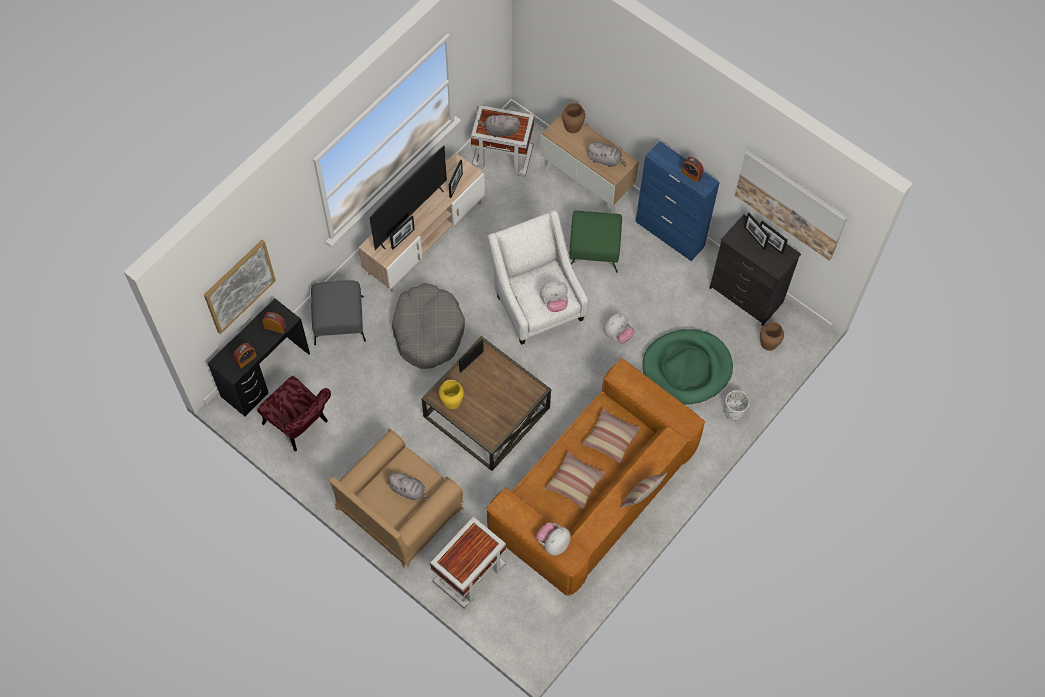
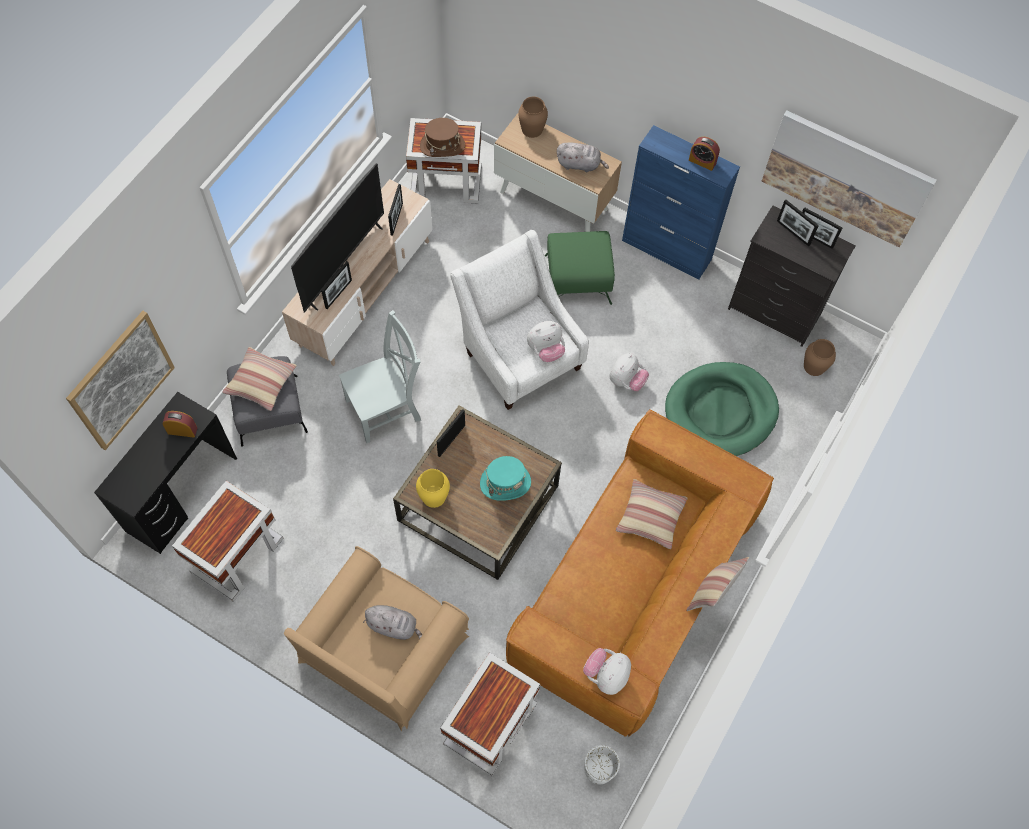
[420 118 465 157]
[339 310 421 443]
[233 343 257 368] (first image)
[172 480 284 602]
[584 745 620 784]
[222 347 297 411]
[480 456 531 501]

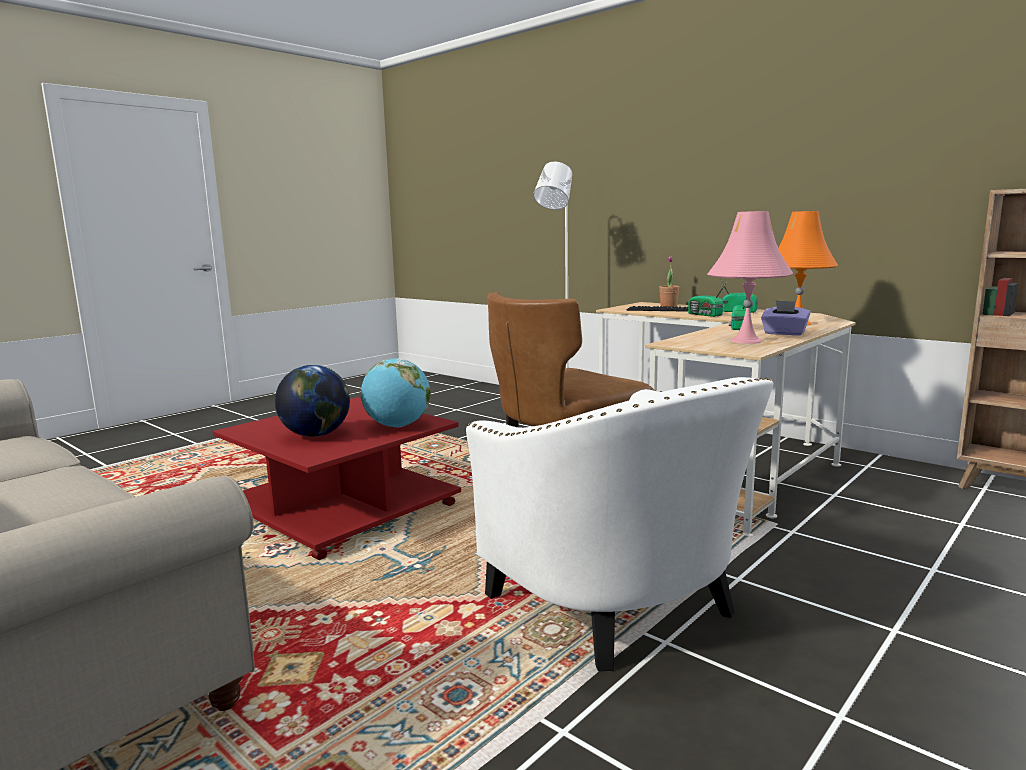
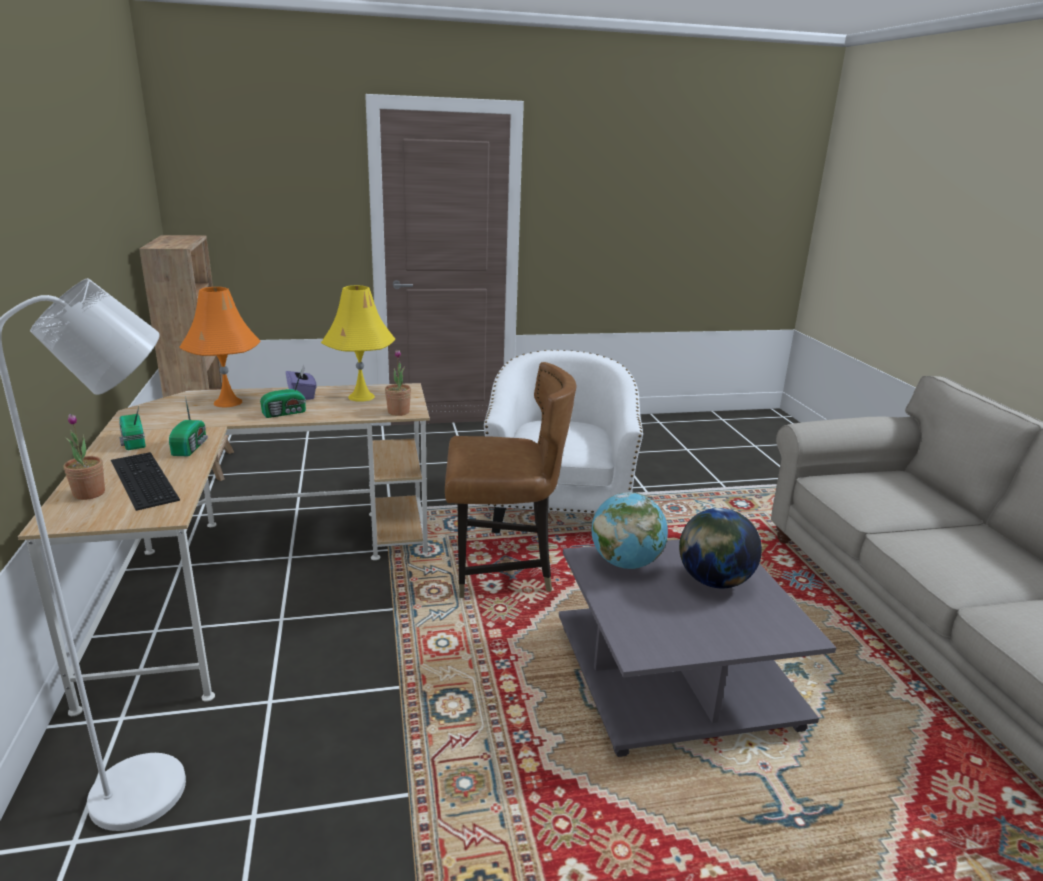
[321 285 395 402]
[559 539 836 757]
[385 350 411 416]

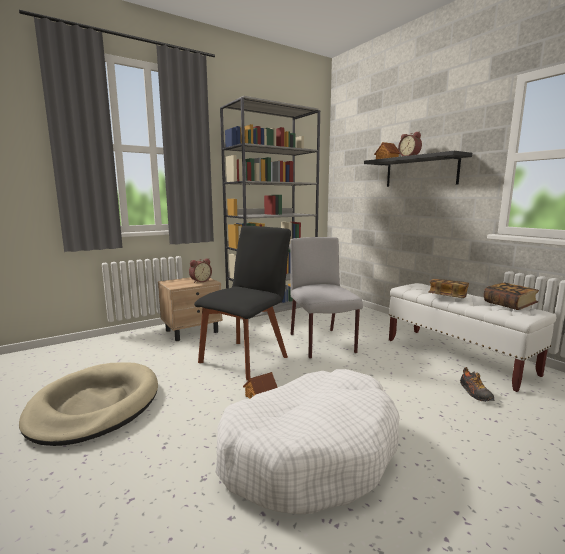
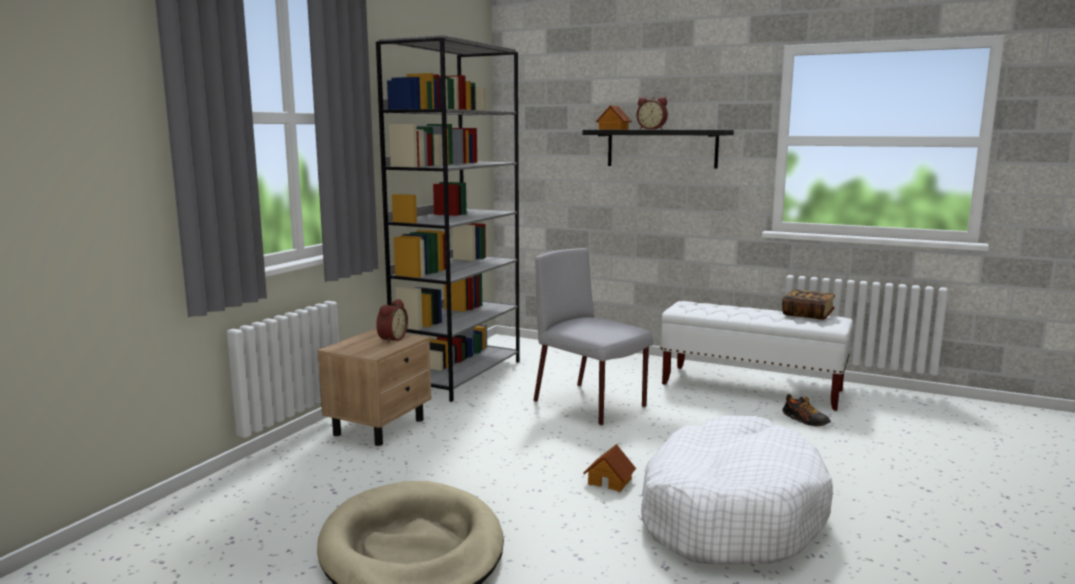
[194 226 291 380] (first image)
[429 279 469 298] (first image)

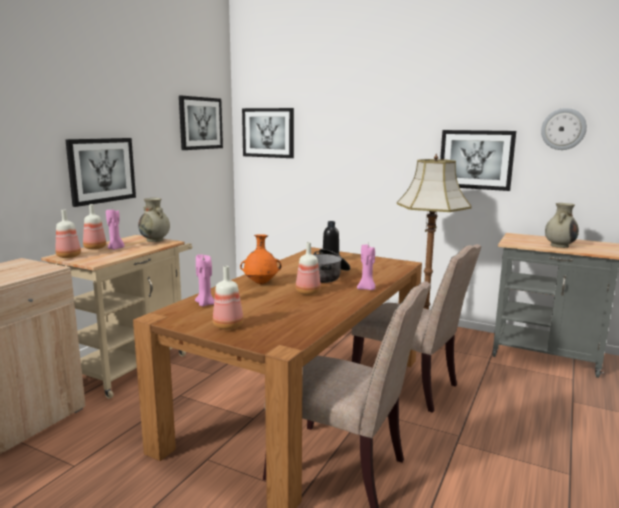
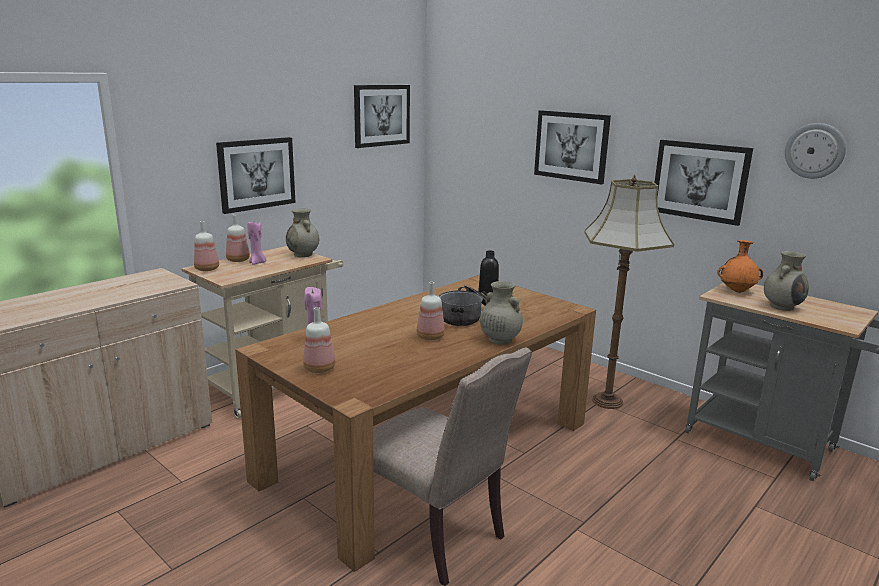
[534 110 611 184]
[717 240 763 293]
[352 244 481 413] (first image)
[480 281 523 345]

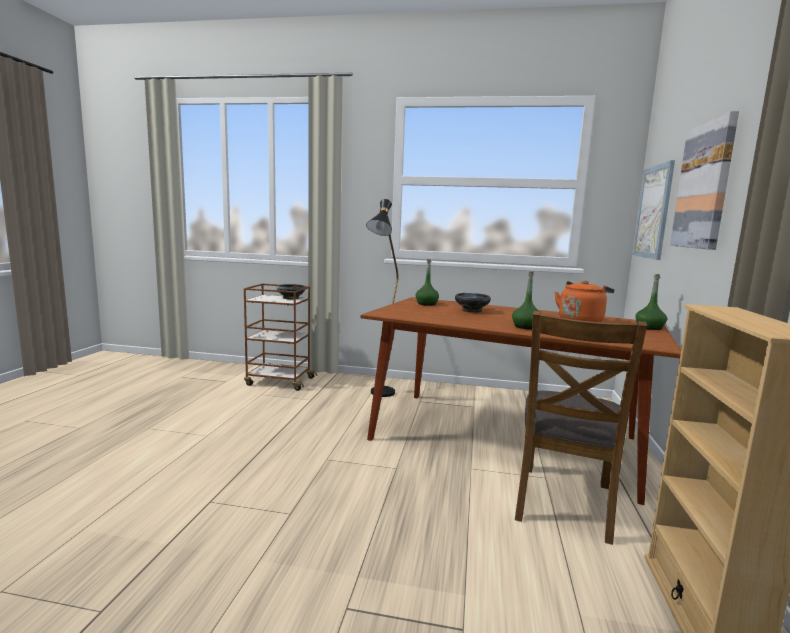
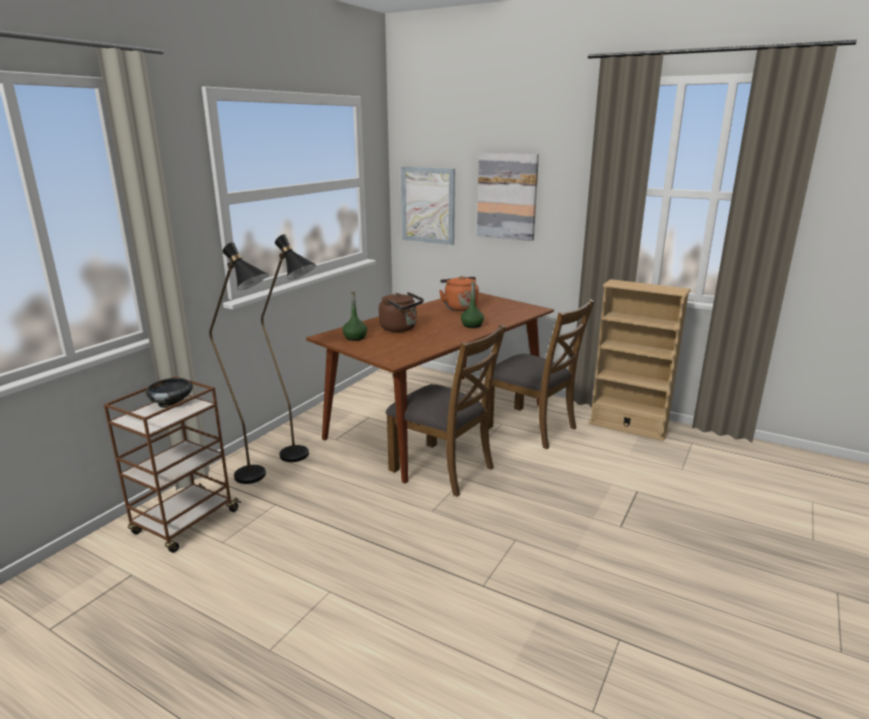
[635 274 667 330] (first image)
[379 292 424 332]
[209 242 268 484]
[386 324 506 497]

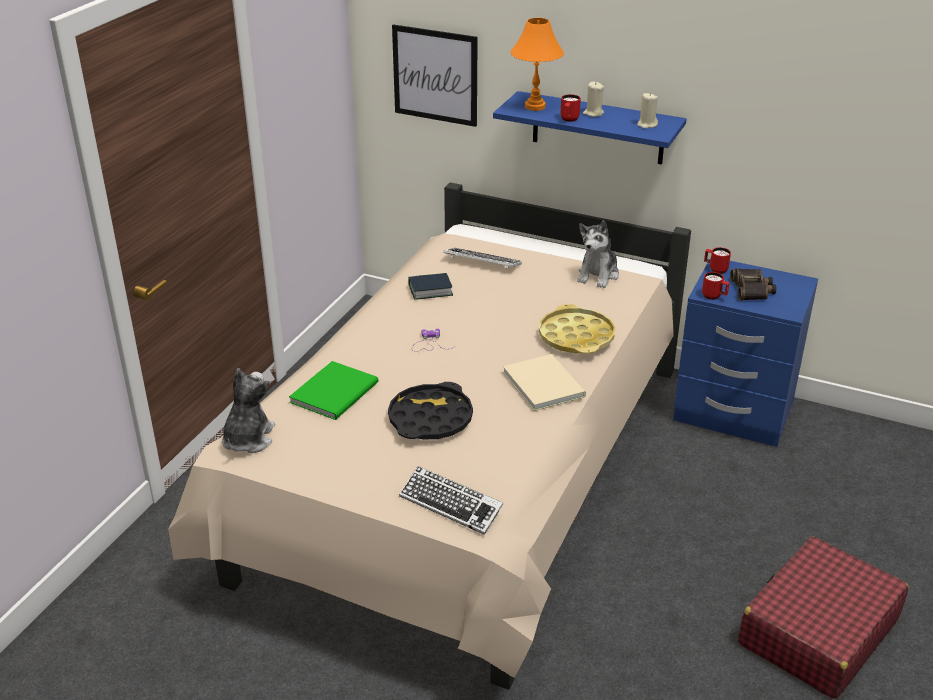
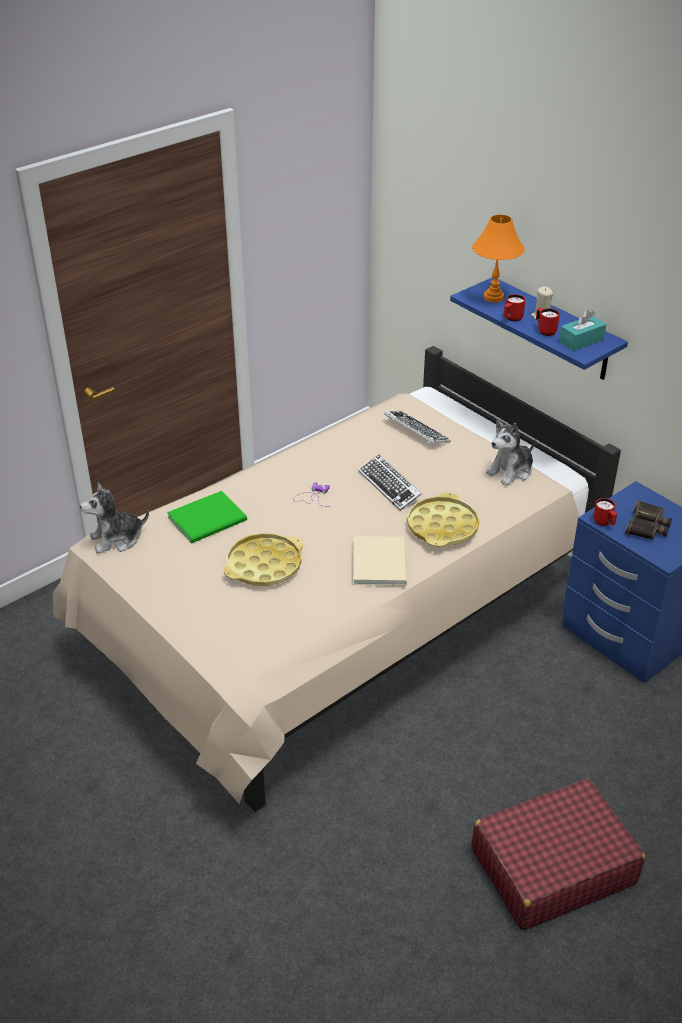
[392 24 478 127] (first image)
[559 310 606 351]
[536 308 560 336]
[408 273 453 300] (first image)
[80 482 149 553]
[224 533 303 586]
[359 455 422 511]

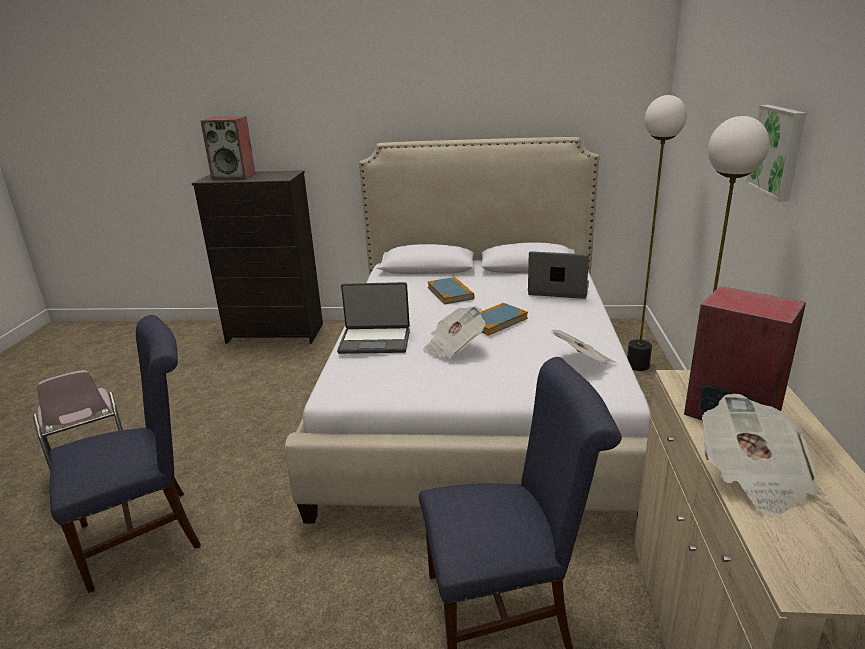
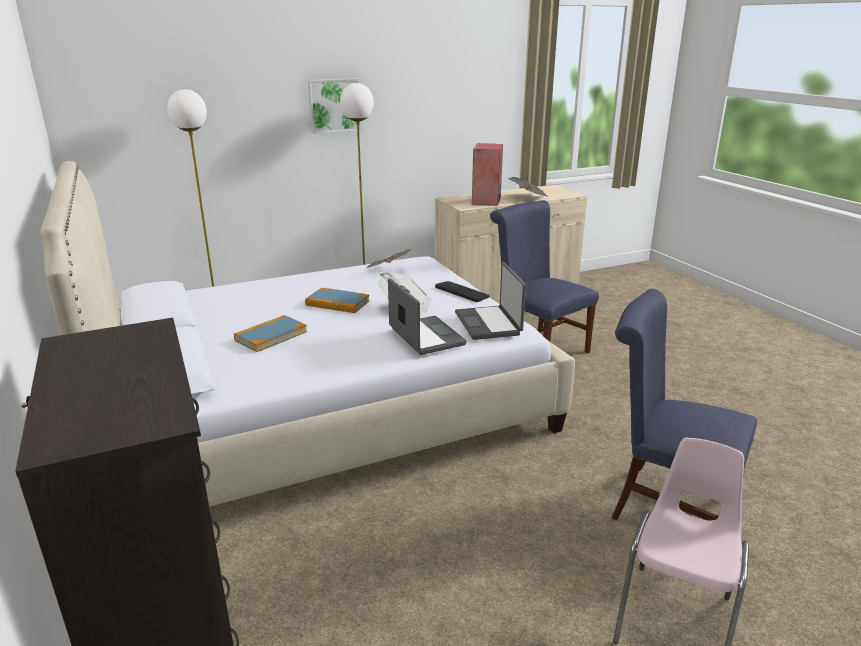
[201 117 255 180] (first image)
[455 262 526 340]
[435 281 490 302]

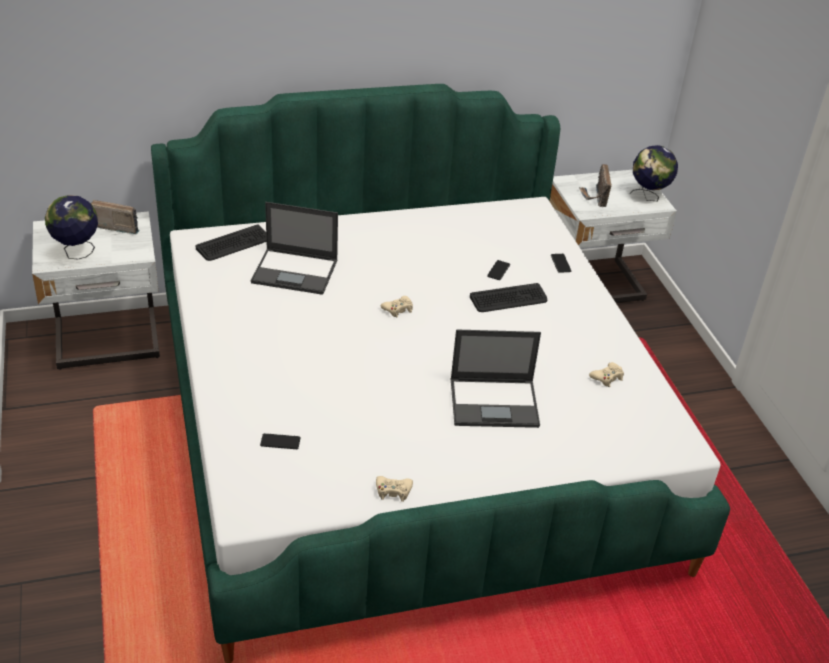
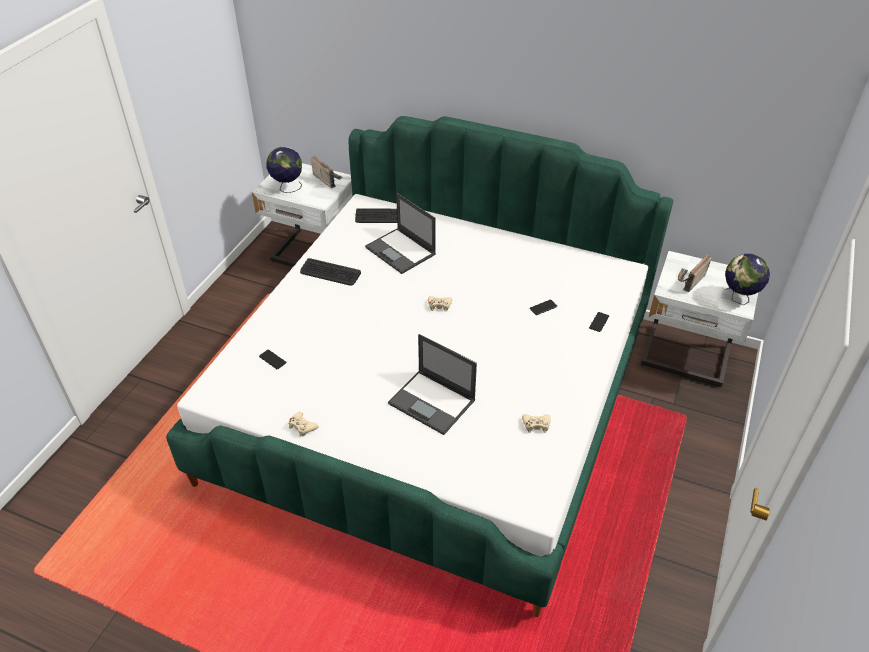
[300 258 361 286]

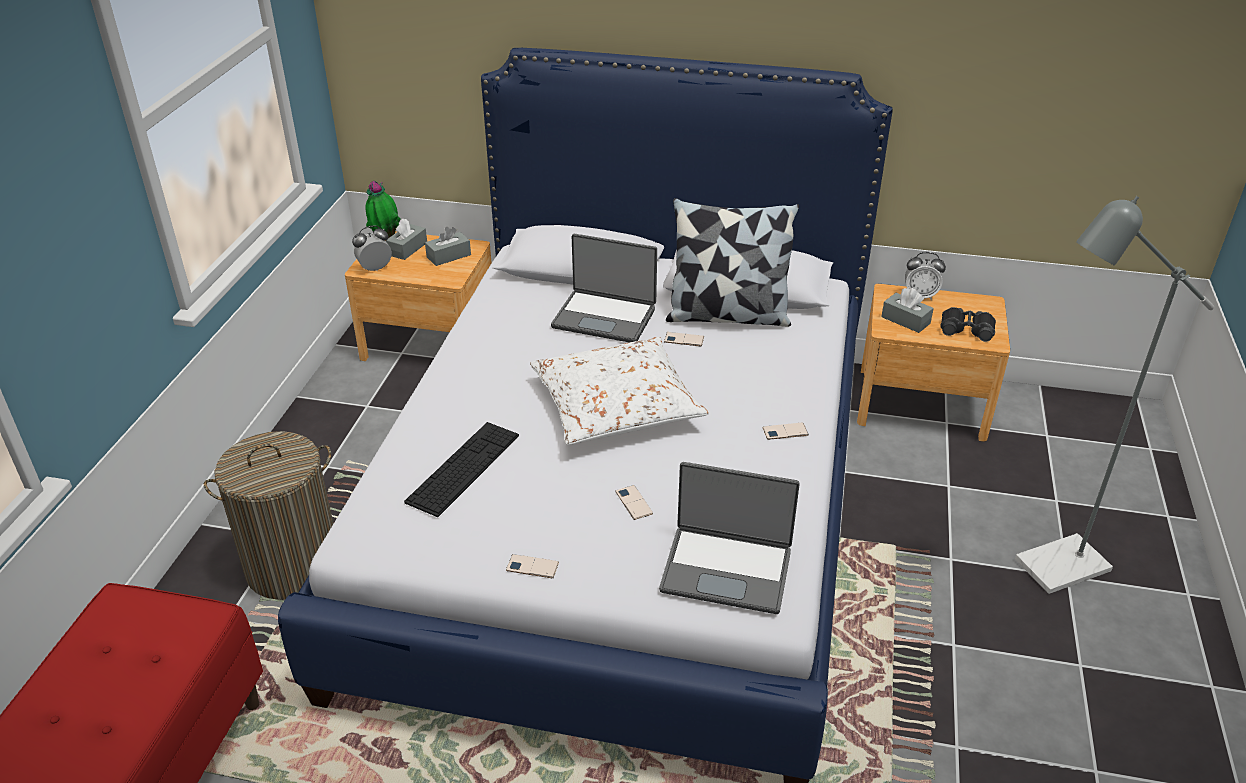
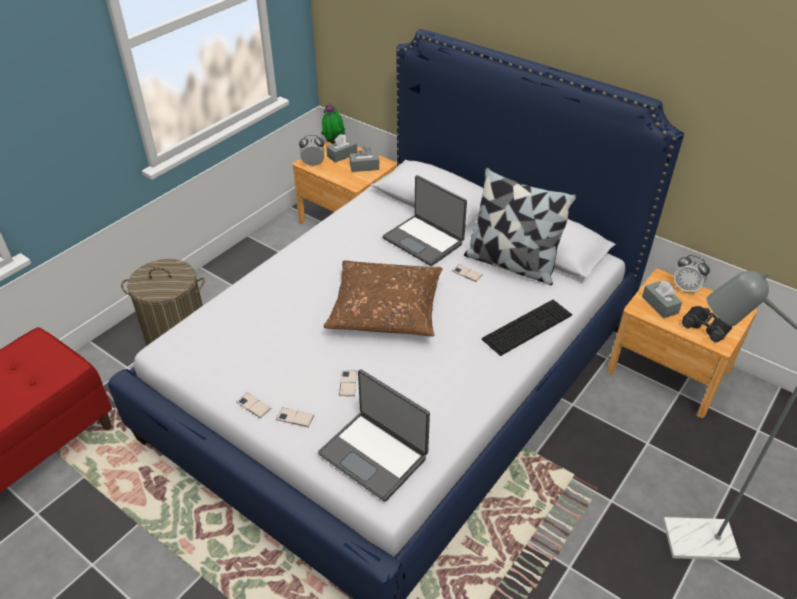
[324 260 442 337]
[482 300 572 356]
[276 407 314 427]

